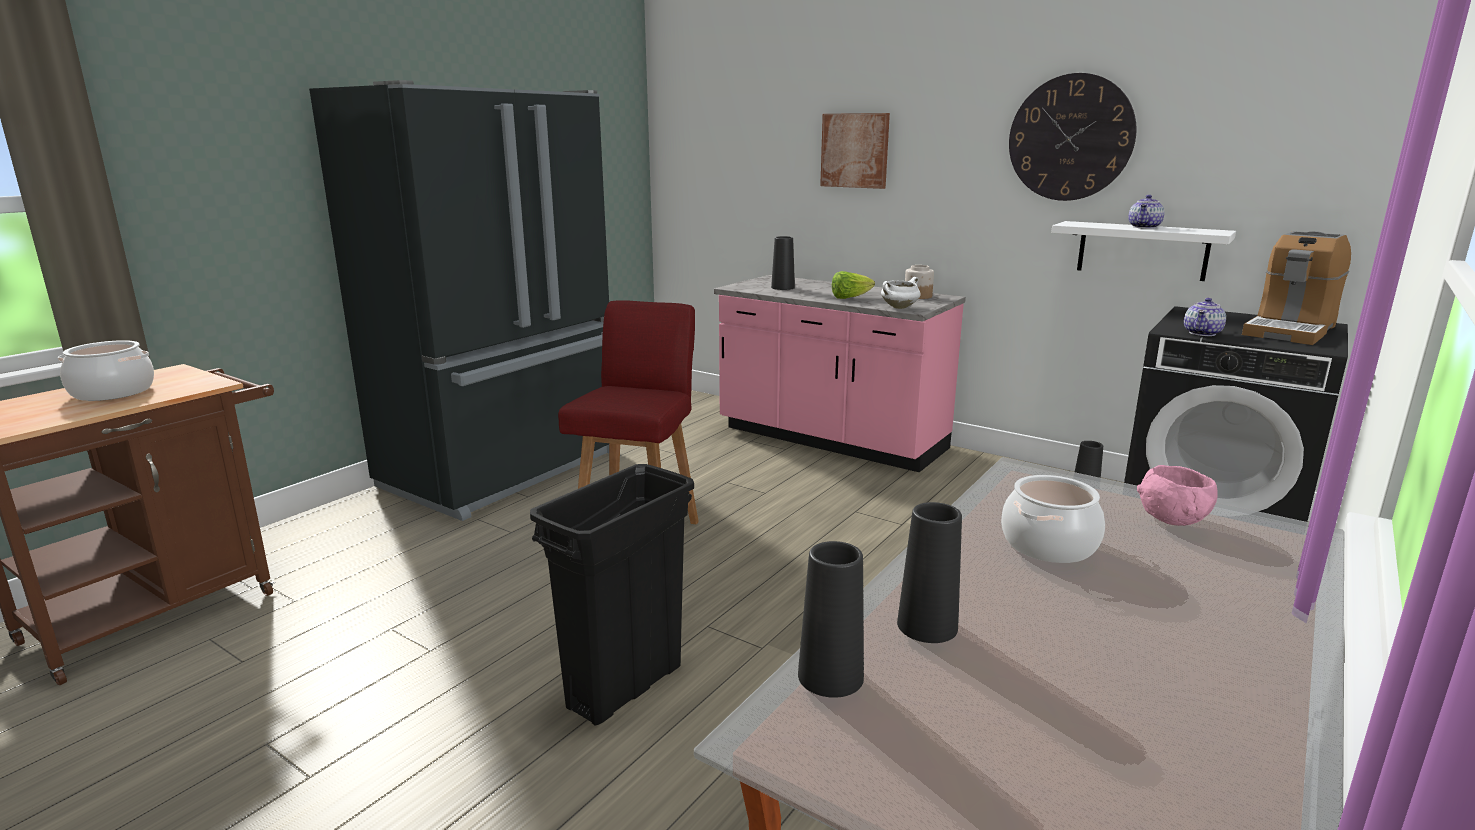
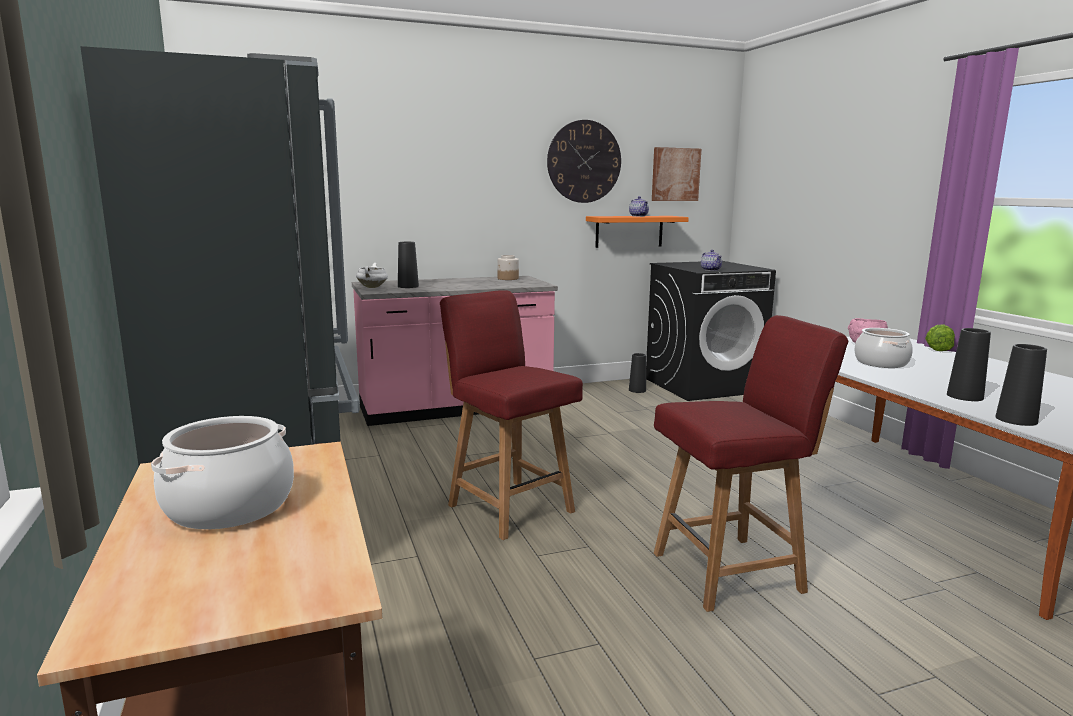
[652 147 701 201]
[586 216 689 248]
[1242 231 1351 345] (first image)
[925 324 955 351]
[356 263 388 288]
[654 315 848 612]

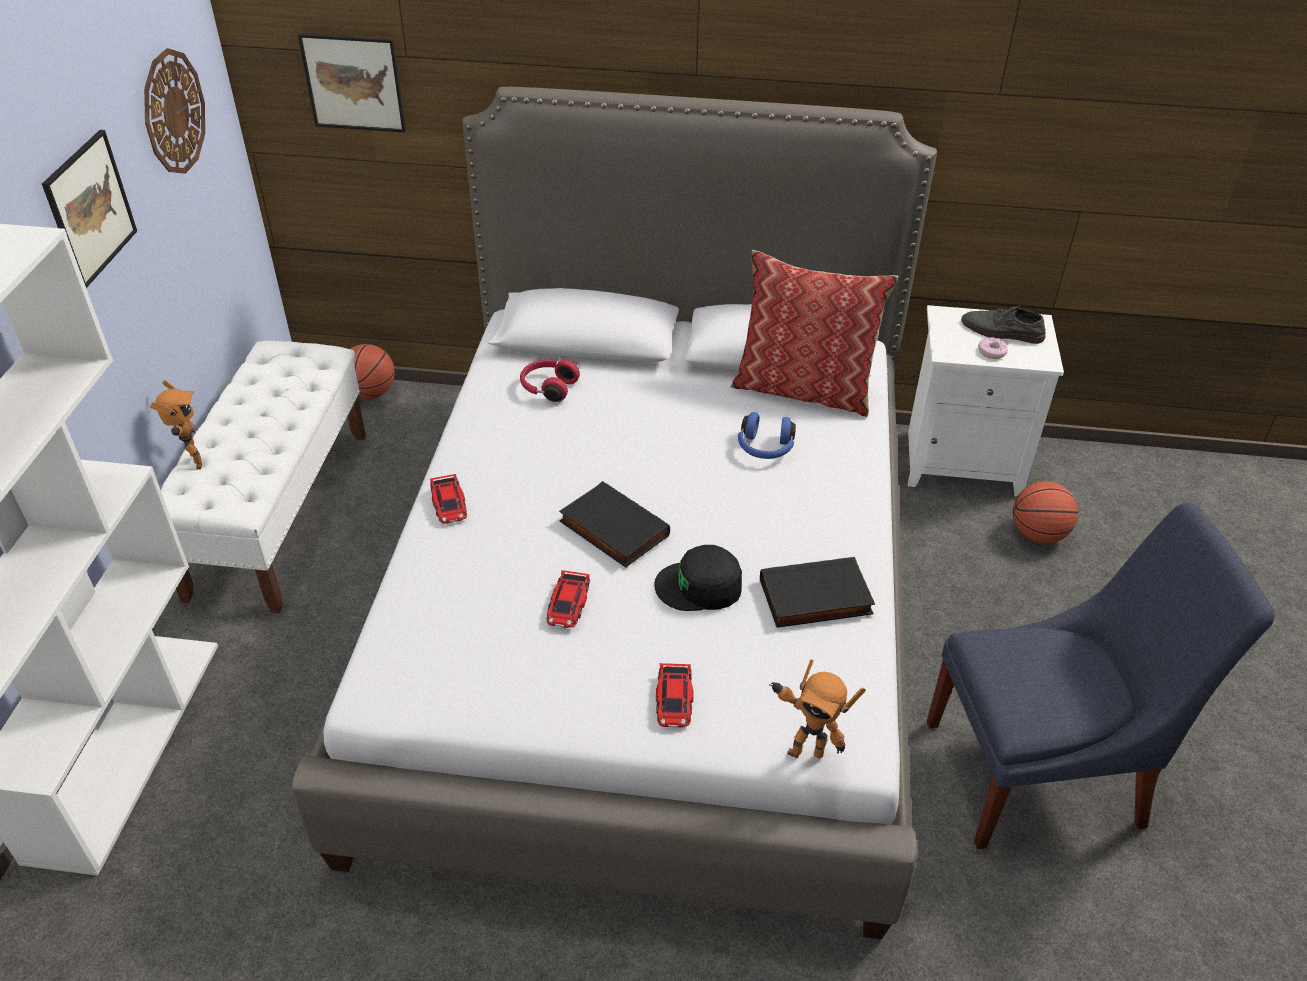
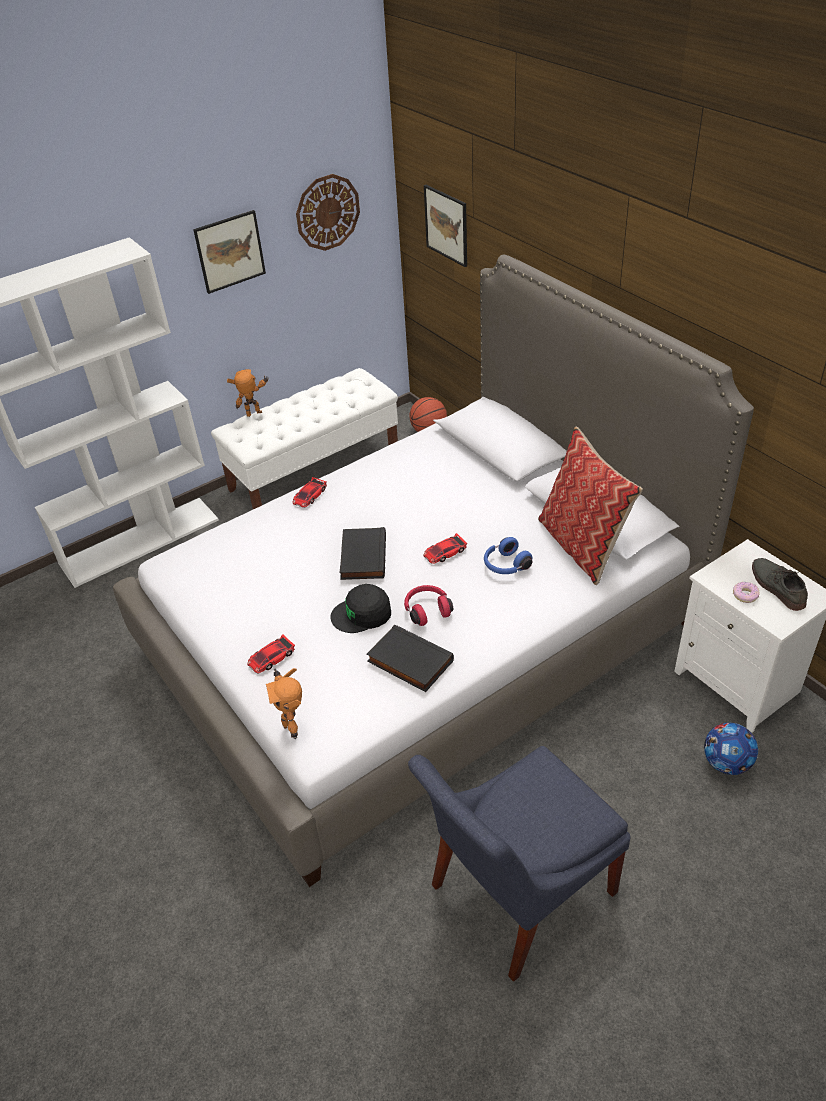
[404 585 453 626]
[227 369 269 417]
[704 723 758 775]
[408 746 631 981]
[330 584 391 633]
[423 533 467 564]

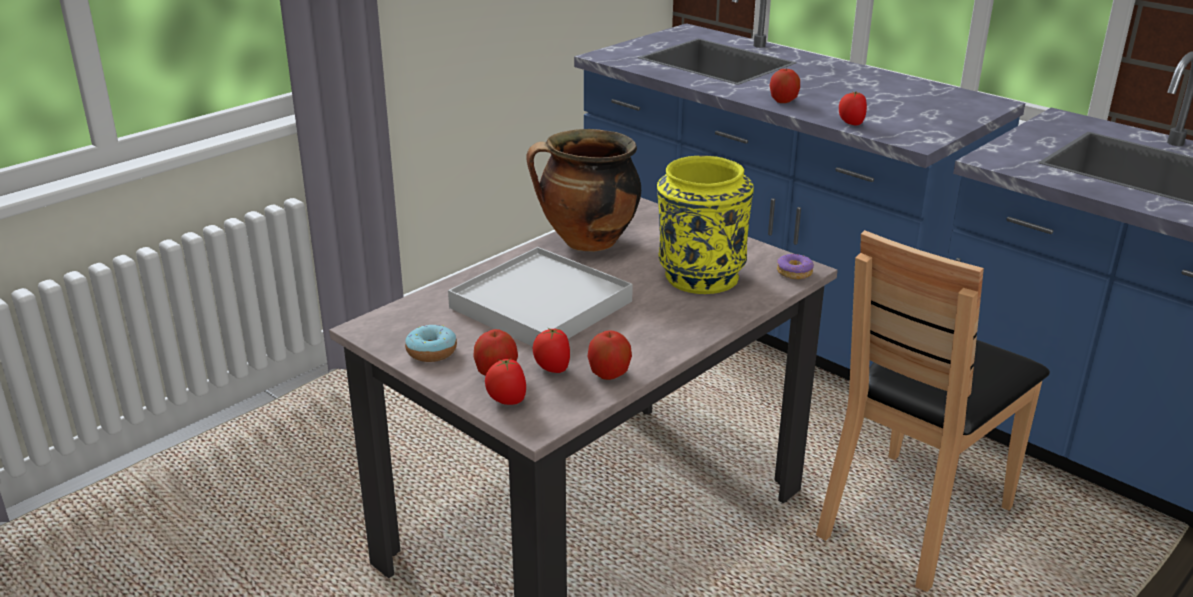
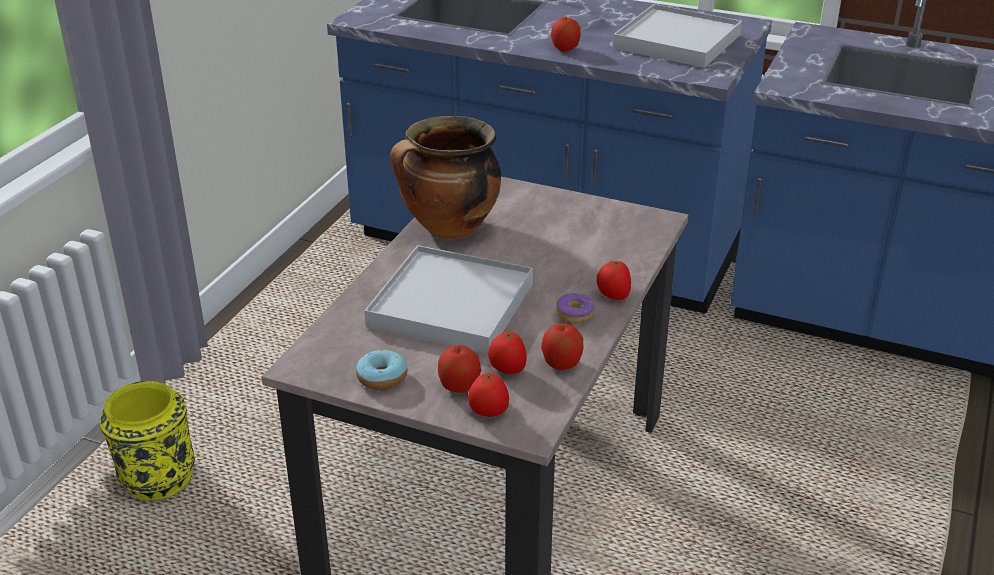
[597 260 631 300]
[100 381 195 501]
[816 230 1050 592] (first image)
[556 293 595 323]
[613 4 742 68]

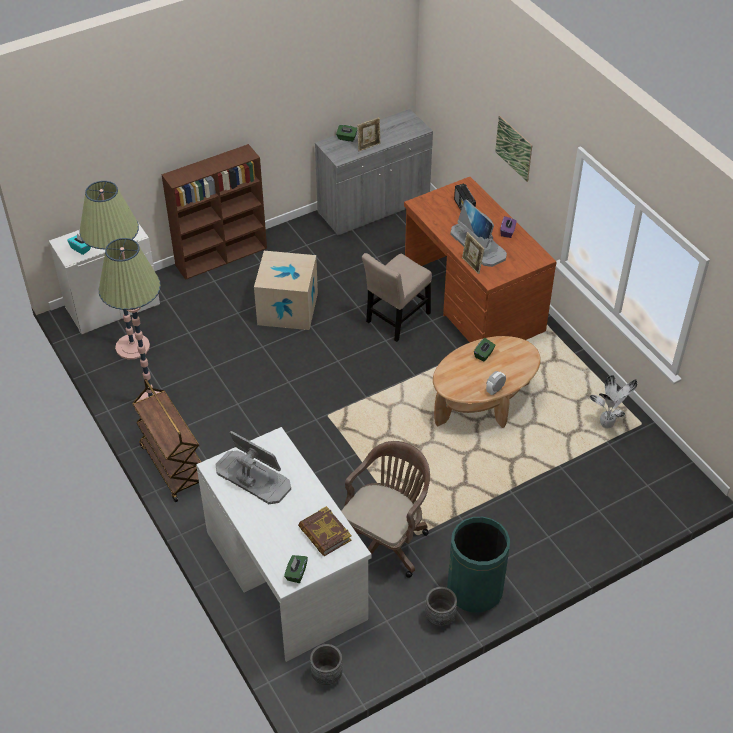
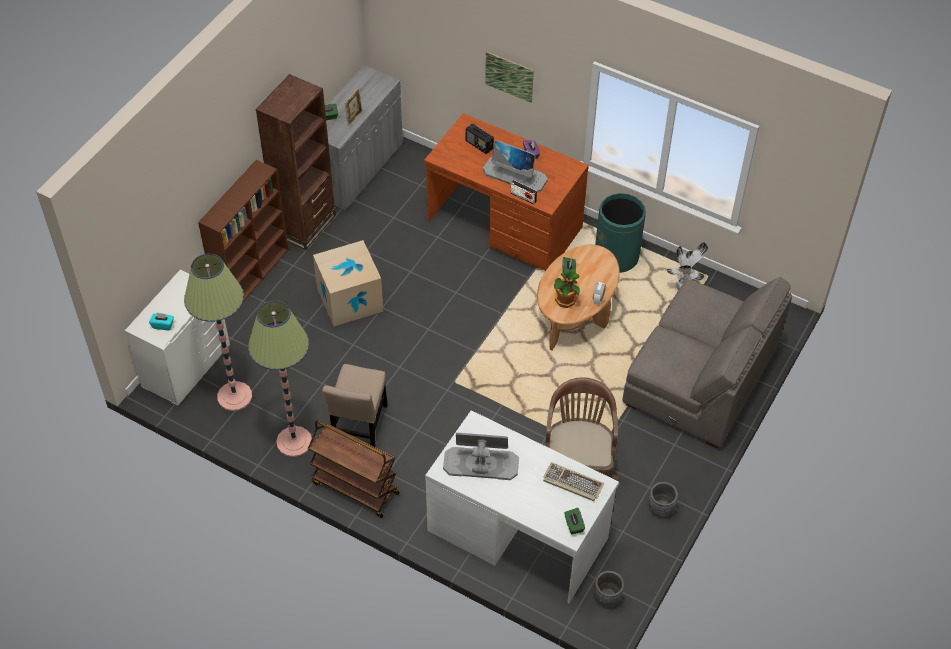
[510 180 537 205]
[322 364 388 447]
[543 462 604 501]
[595 193 646 273]
[256 74 336 250]
[554 271 580 308]
[622 277 792 448]

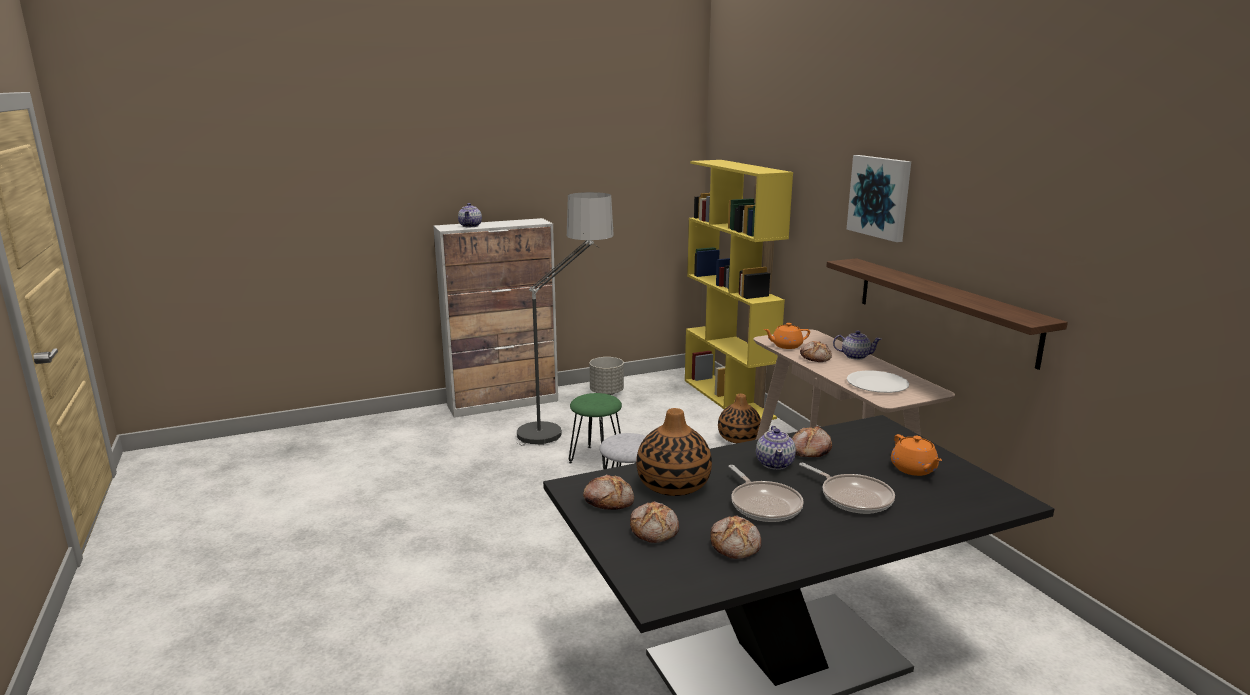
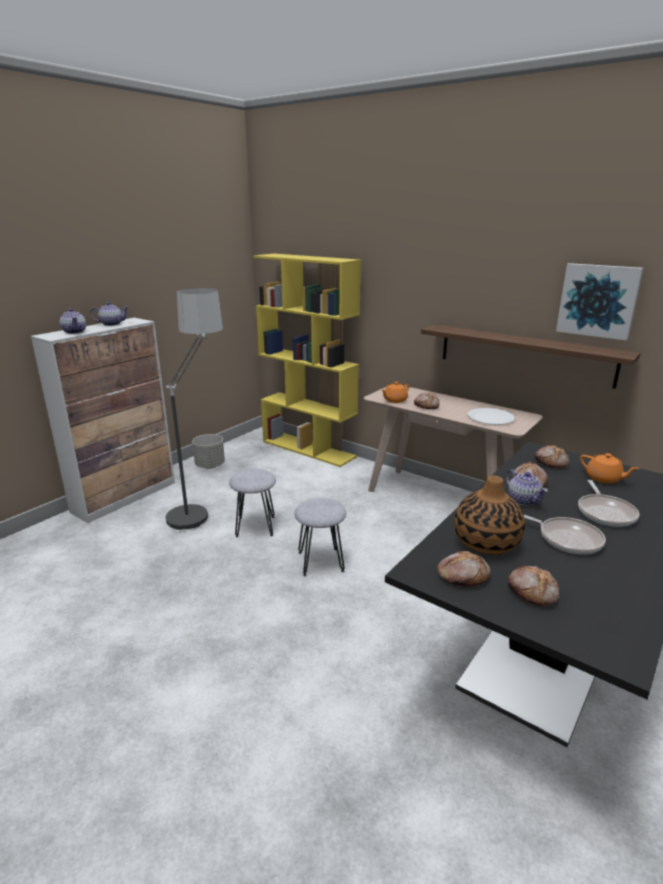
[556 263 643 340]
[90 302 128 326]
[229 469 276 537]
[718 394 761 443] (first image)
[578 480 640 527]
[535 445 569 469]

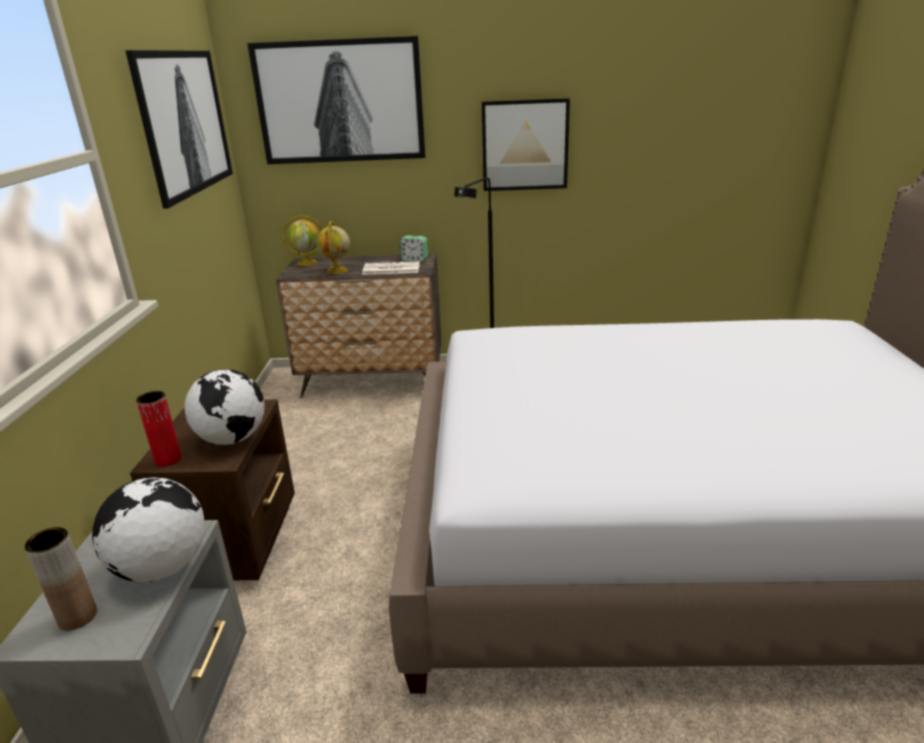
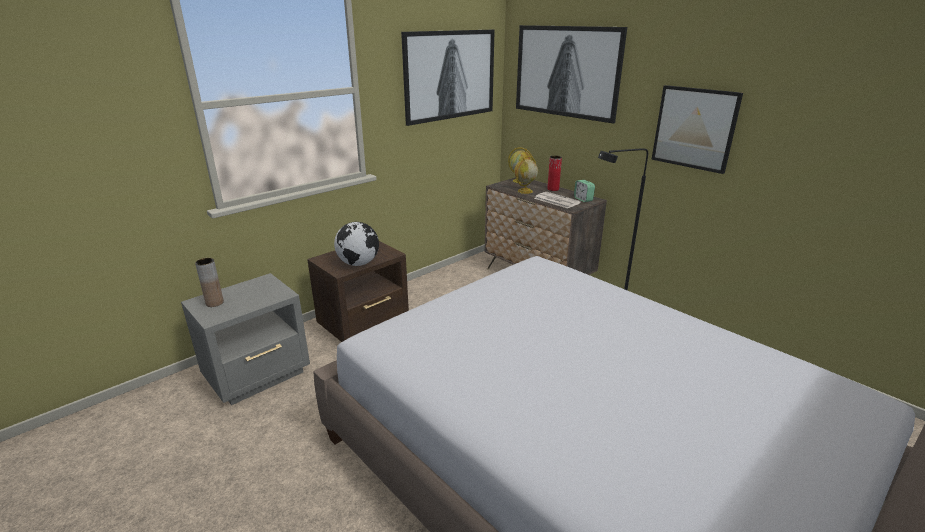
[547 156 562 191]
[92 477 205 582] (first image)

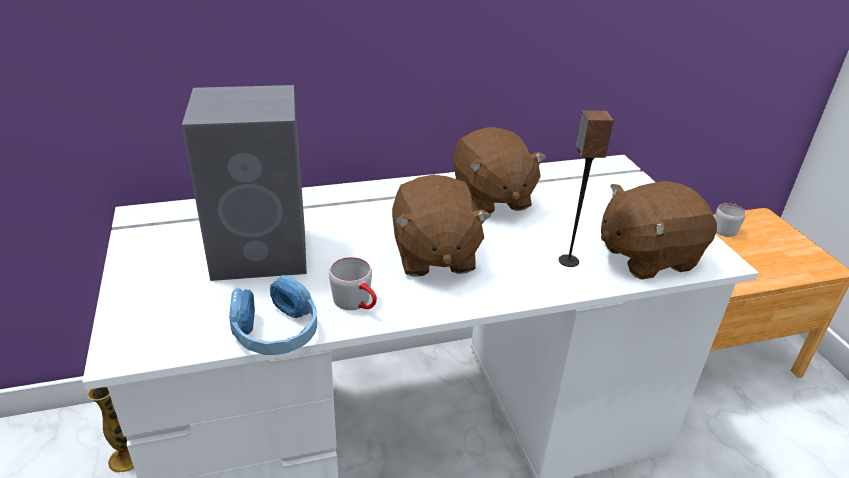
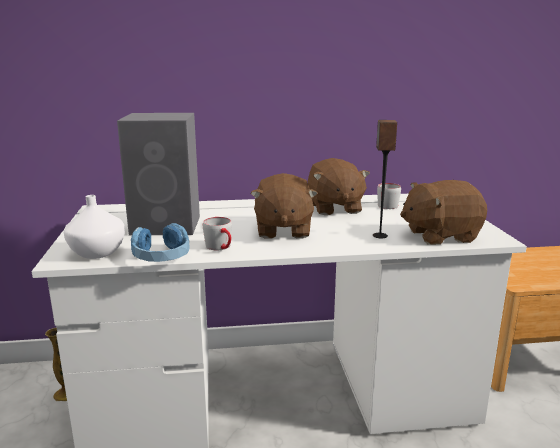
[377 183 401 209]
[64 195 125 259]

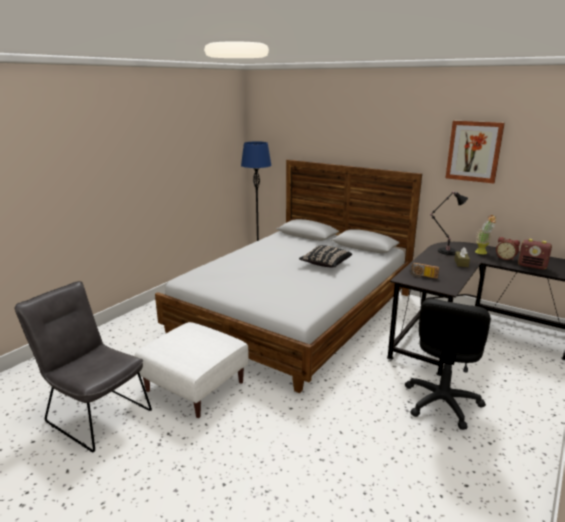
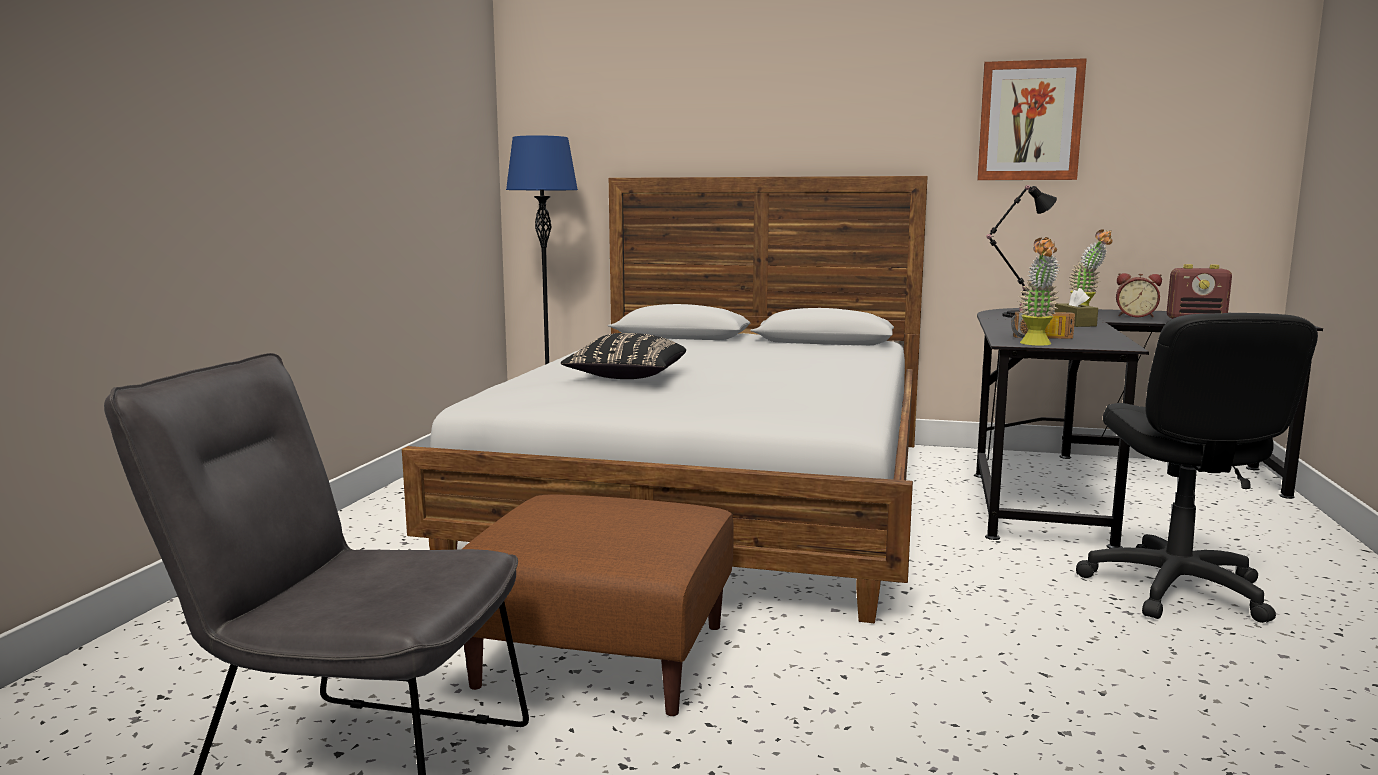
[561 333 686 379]
[462 494 734 716]
[1018 237 1060 346]

